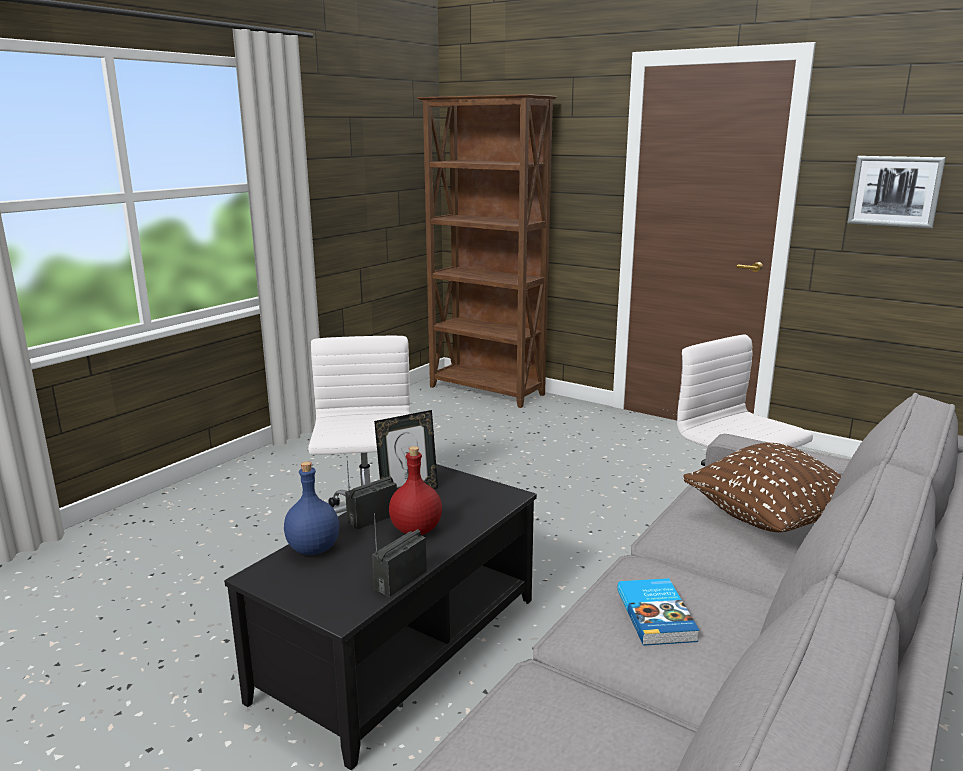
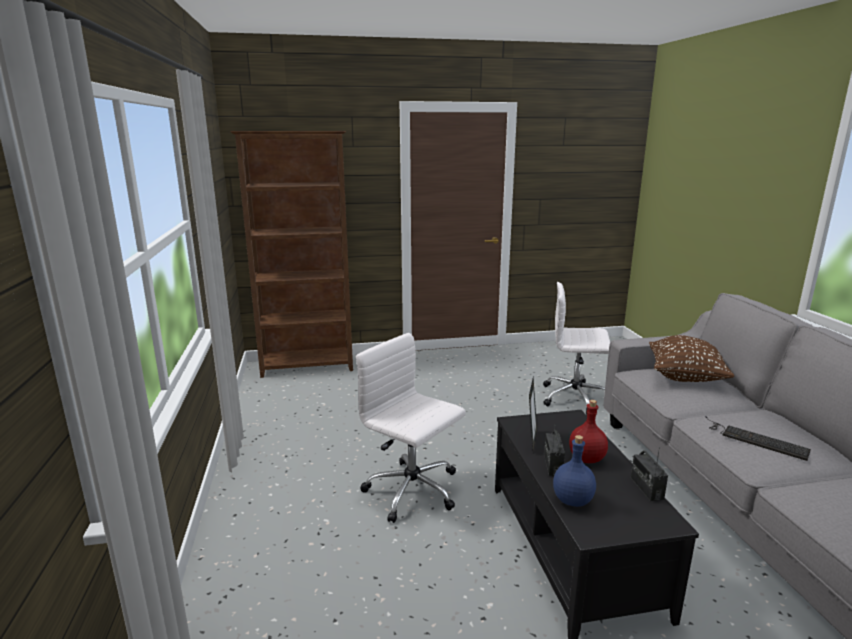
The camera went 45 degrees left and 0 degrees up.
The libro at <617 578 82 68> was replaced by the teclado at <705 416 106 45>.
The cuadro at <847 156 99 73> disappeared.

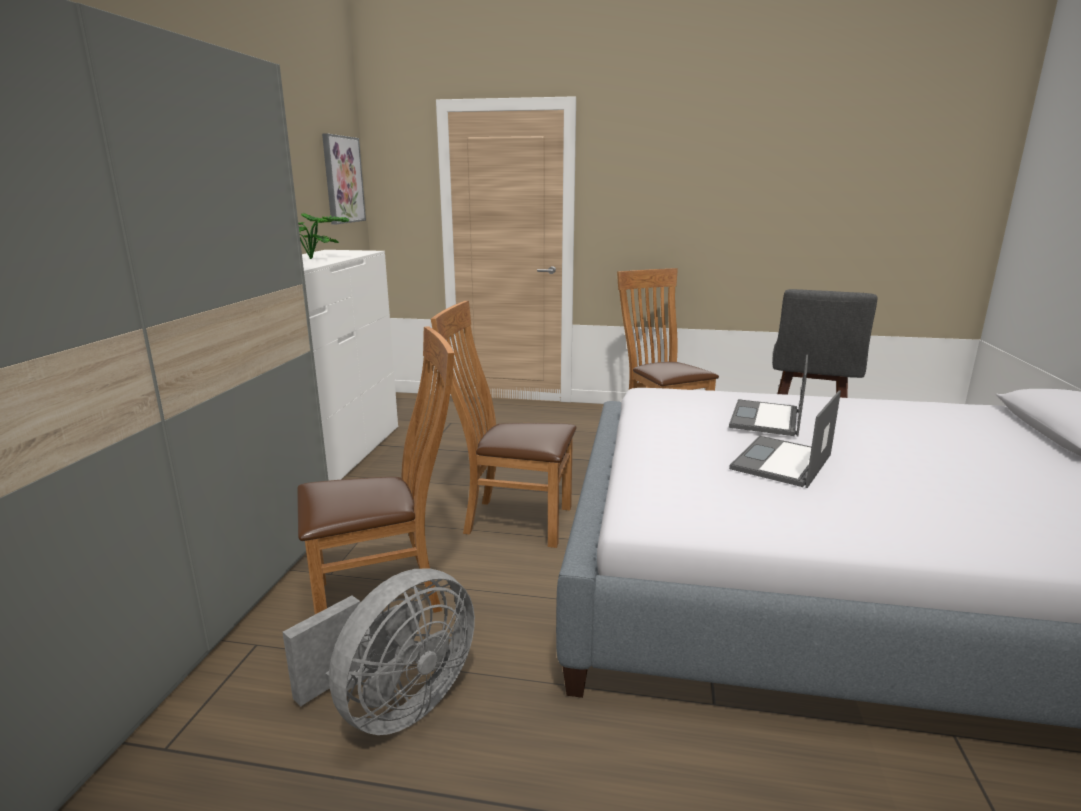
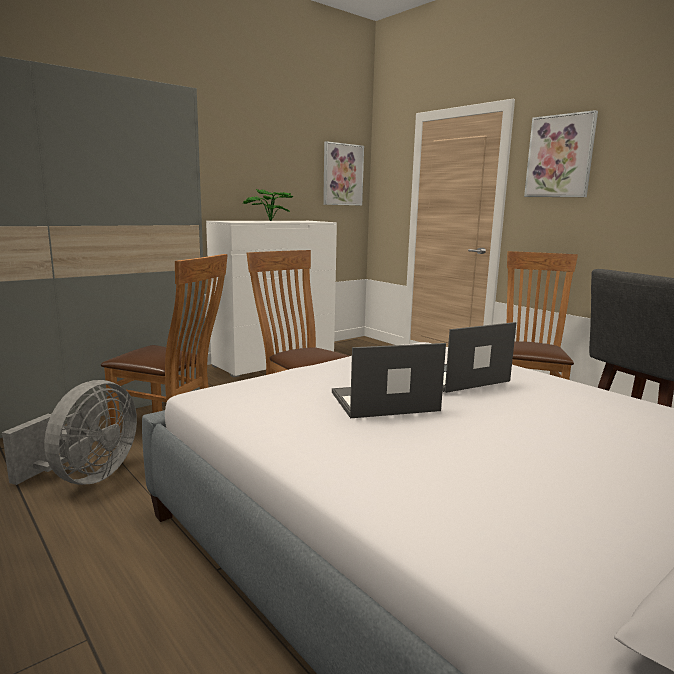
The camera went 40 degrees right and 5 degrees down.
The ventilador [gris] at <282 568 193 167> turned 60 degrees counterclockwise.
The cuadro at <524 110 74 87> appeared.

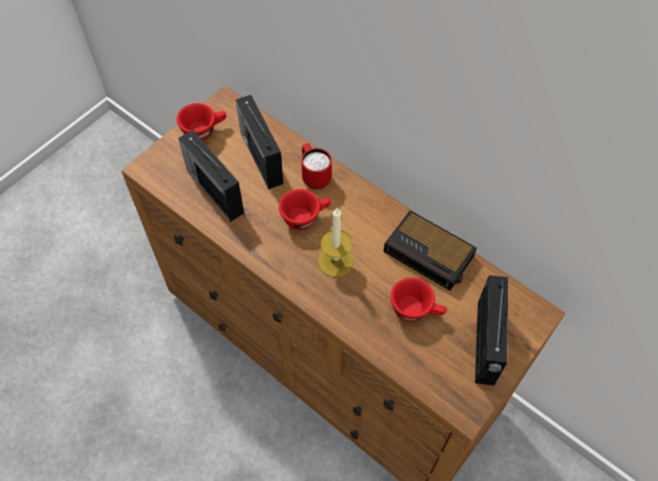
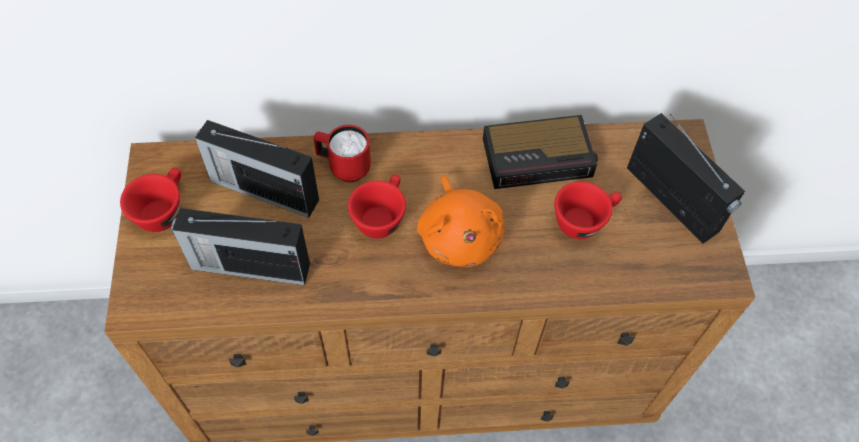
The camera went 45 degrees left and 0 degrees up.
The vela at <318 207 36 70> was replaced by the peluche [naranja] at <417 175 87 92>.

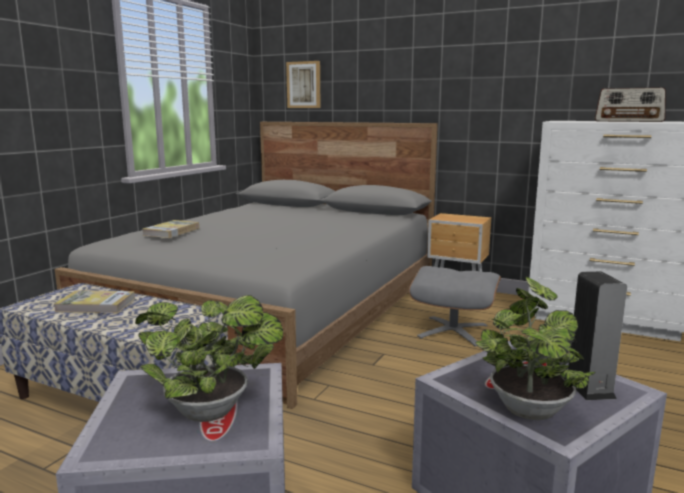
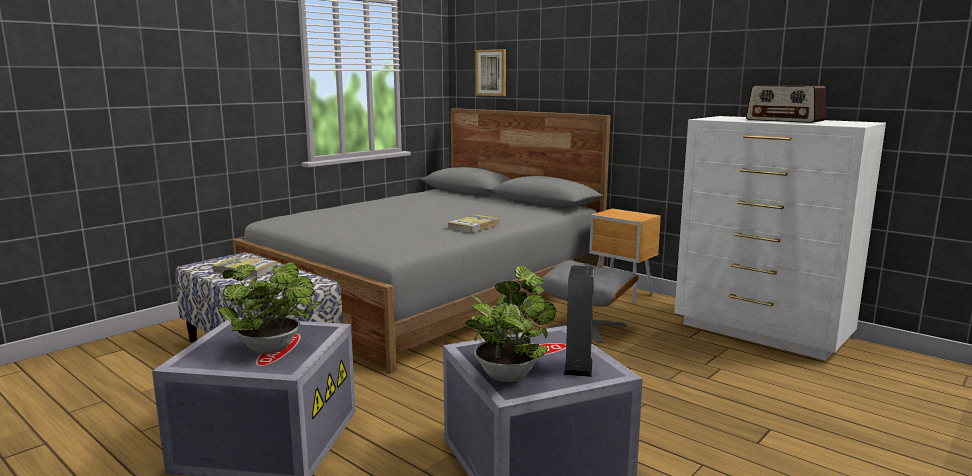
The camera went 15 degrees right and 0 degrees up.
The libro moved from <142 220 57 18> to <448 215 51 18>.

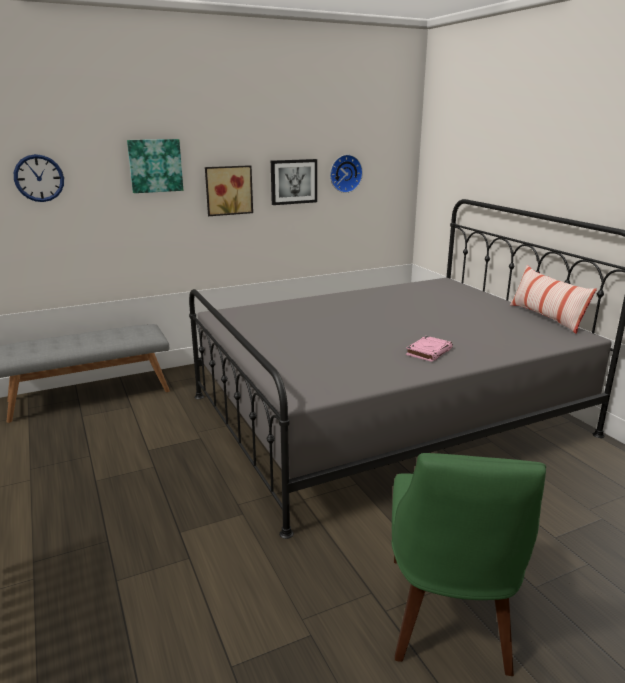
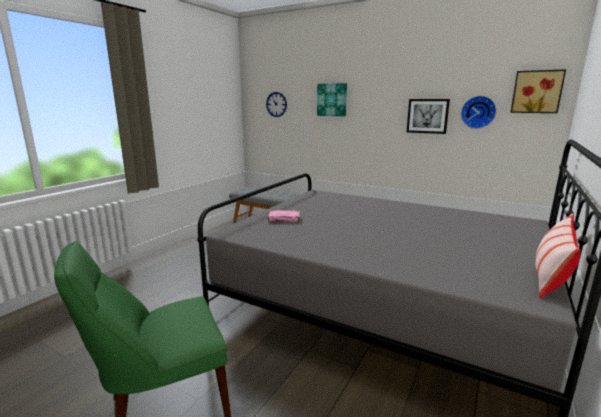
The camera went 55 degrees right and 5 degrees down.
The cuadro moved from <205 165 48 51> to <511 69 55 44>.
The libro [rosa] moved from <406 336 47 26> to <268 210 32 12>.

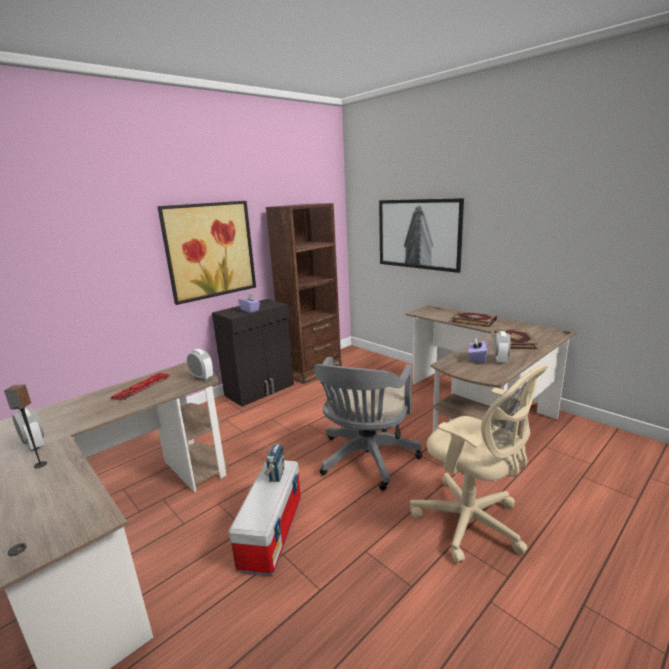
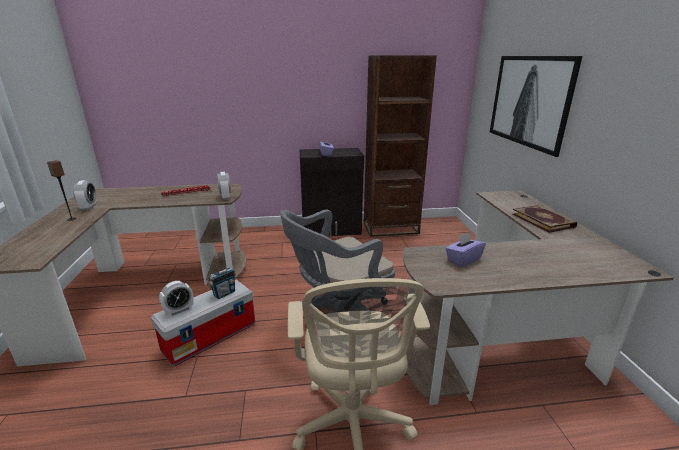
The camera went 35 degrees right and 5 degrees up.
The cuadro at <157 201 99 104> disappeared.
The despertador moved from <493 331 17 33> to <159 281 35 35>.
The libro at <494 329 44 20> disappeared.

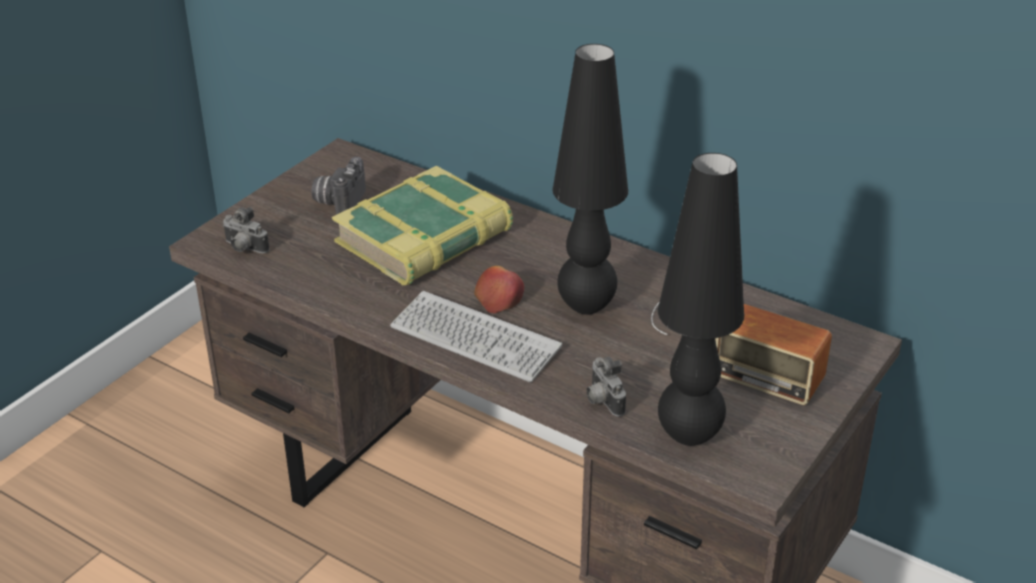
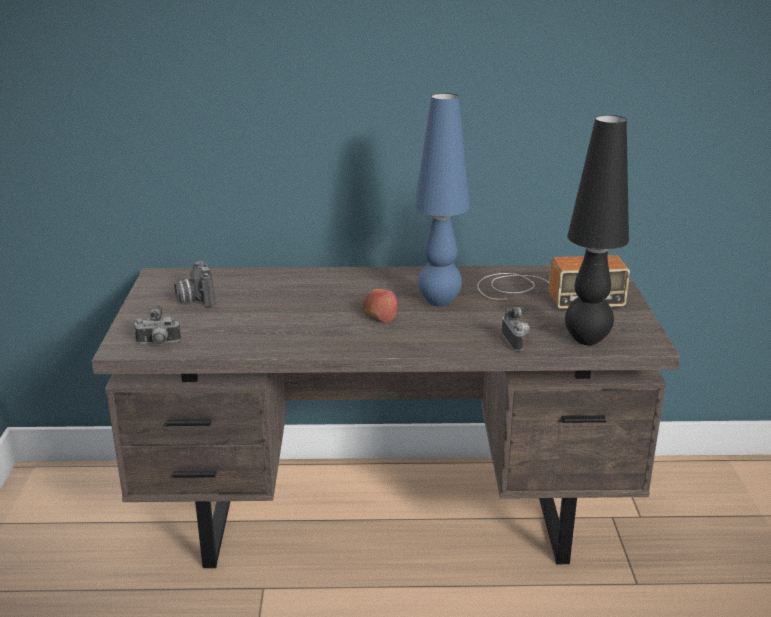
The camera went 35 degrees left and 10 degrees down.
The libro at <332 166 181 119> disappeared.
The teclado at <390 291 172 91> disappeared.
The lámpara de mesa [negro] at <552 44 76 271> became the lámpara de mesa [azul] at <414 93 56 213>.
The cámara at <586 357 40 60> turned 135 degrees counterclockwise.

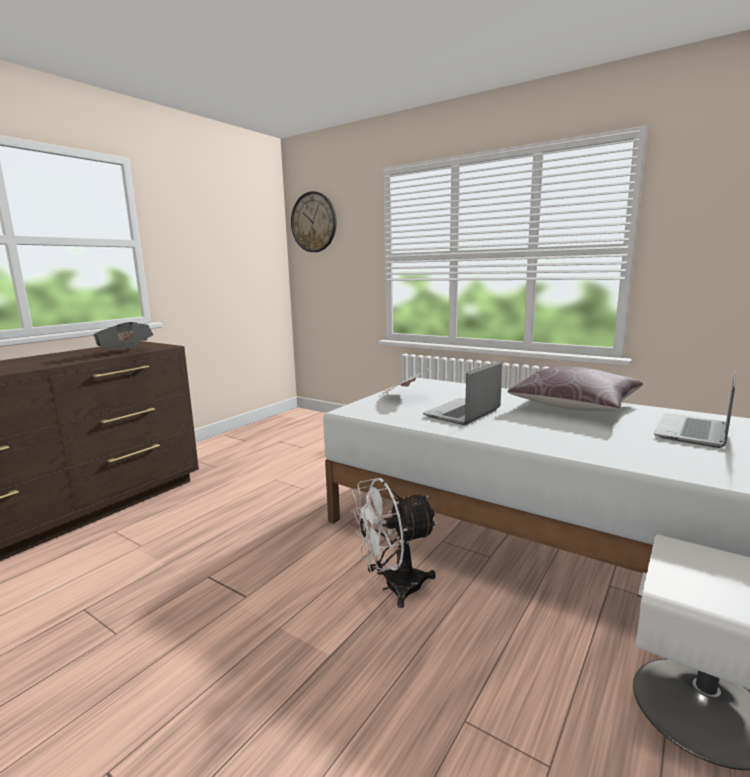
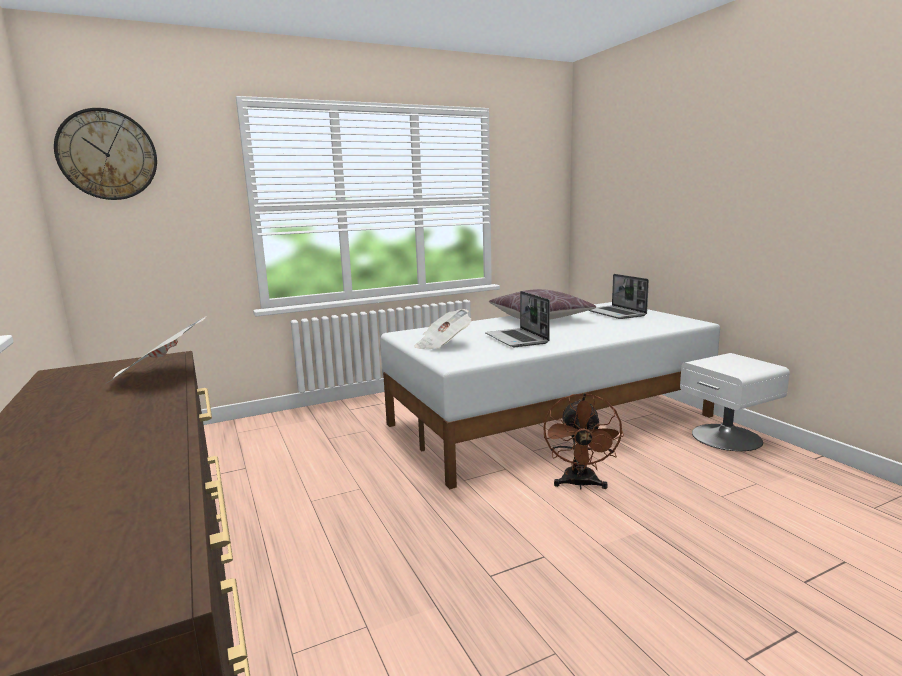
The camera went 60 degrees left and 0 degrees up.
The ventilador [blanco] at <351 478 87 130> became the ventilador [marrón] at <543 393 81 96>.

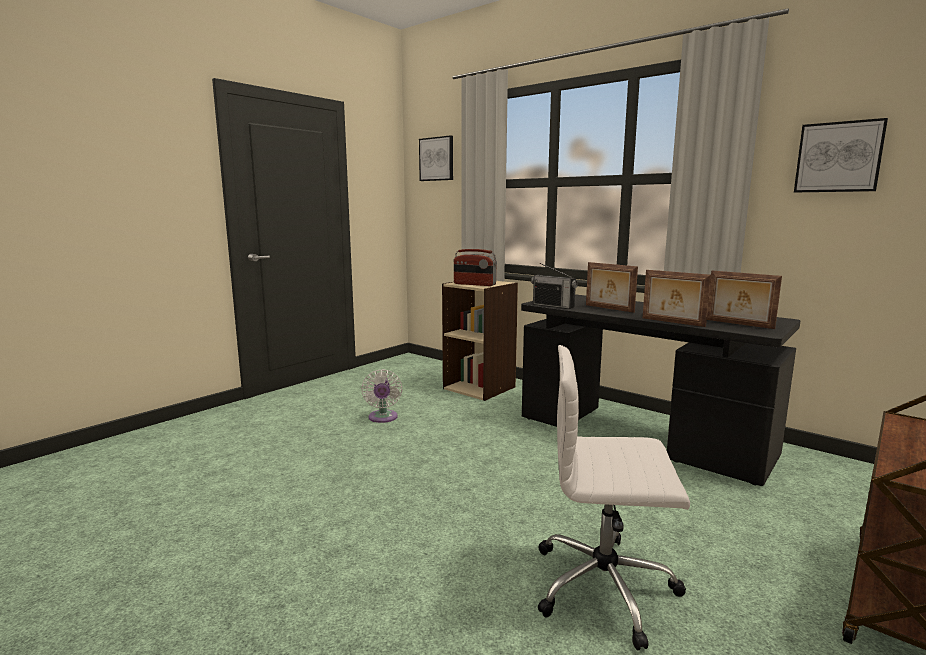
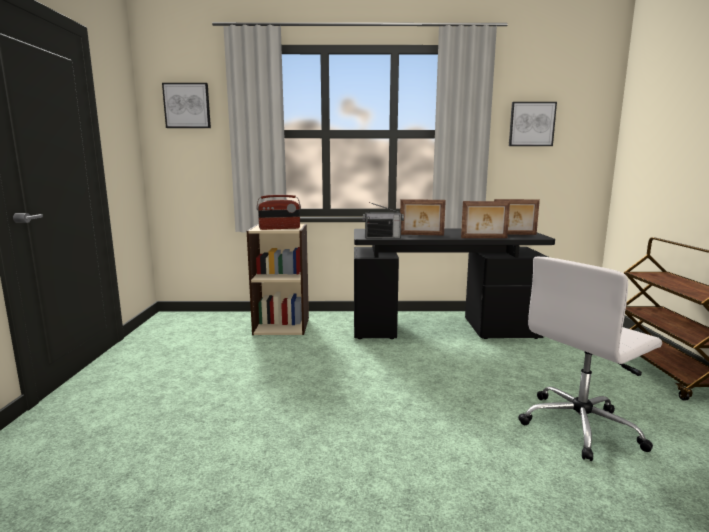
The camera went 40 degrees left and 0 degrees up.
The ventilador [blanco] at <361 369 41 54> disappeared.

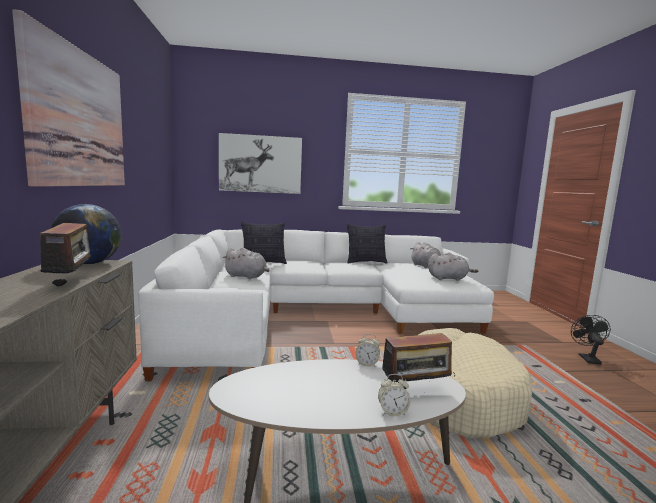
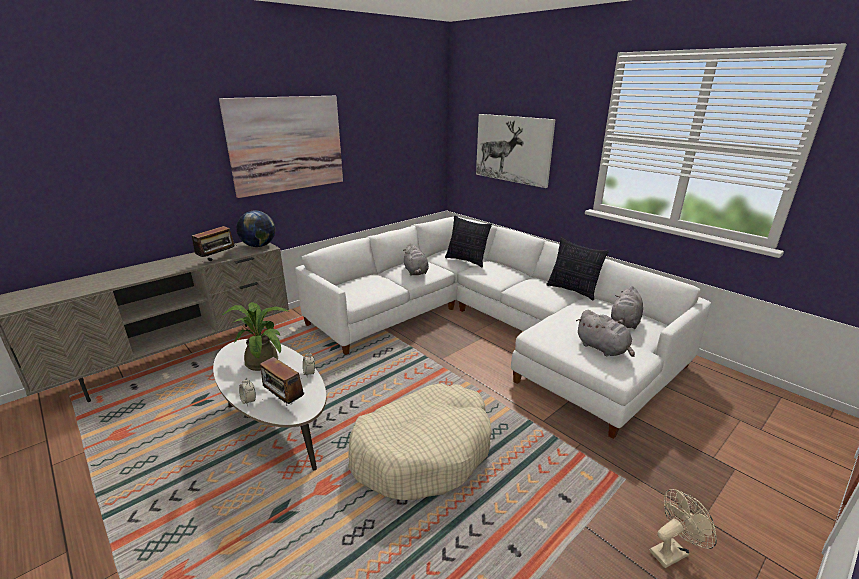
The camera went 55 degrees right and 15 degrees up.
The ventilador [negro] at <571 315 40 50> became the ventilador [beis] at <650 489 67 79>.
The planta en maceta at <222 302 67 69> appeared.

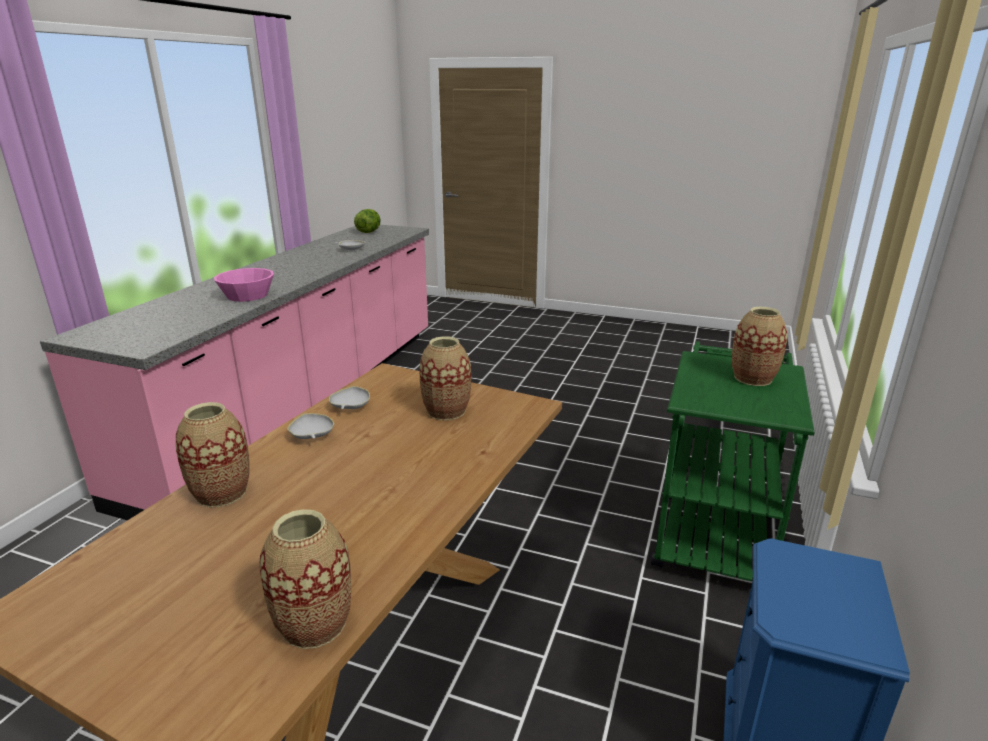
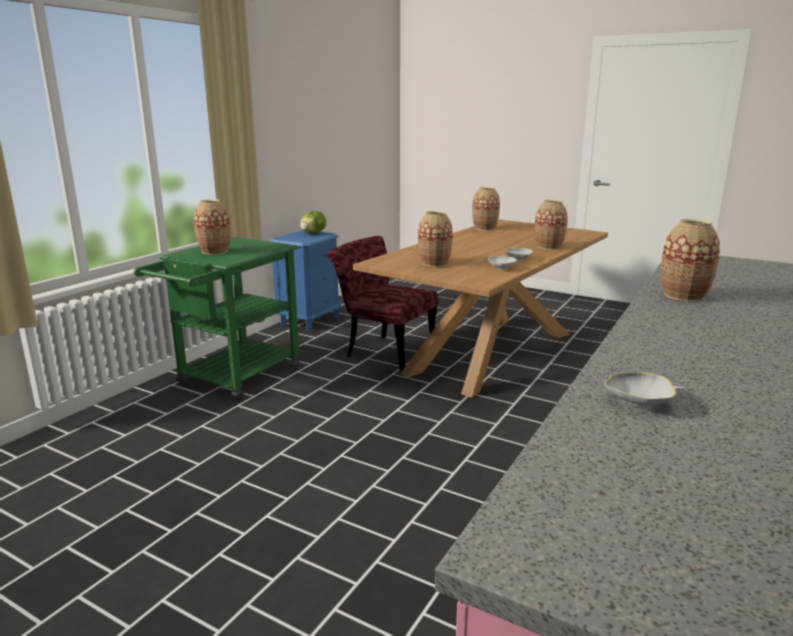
The camera went 170 degrees left and 5 degrees down.
The cuenco [rosa] at <214 268 60 34> was replaced by the florero at <661 219 59 82>.
The lechuga moved from <354 209 27 24> to <300 211 26 23>.
The silla [rojo] at <327 236 111 136> appeared.

